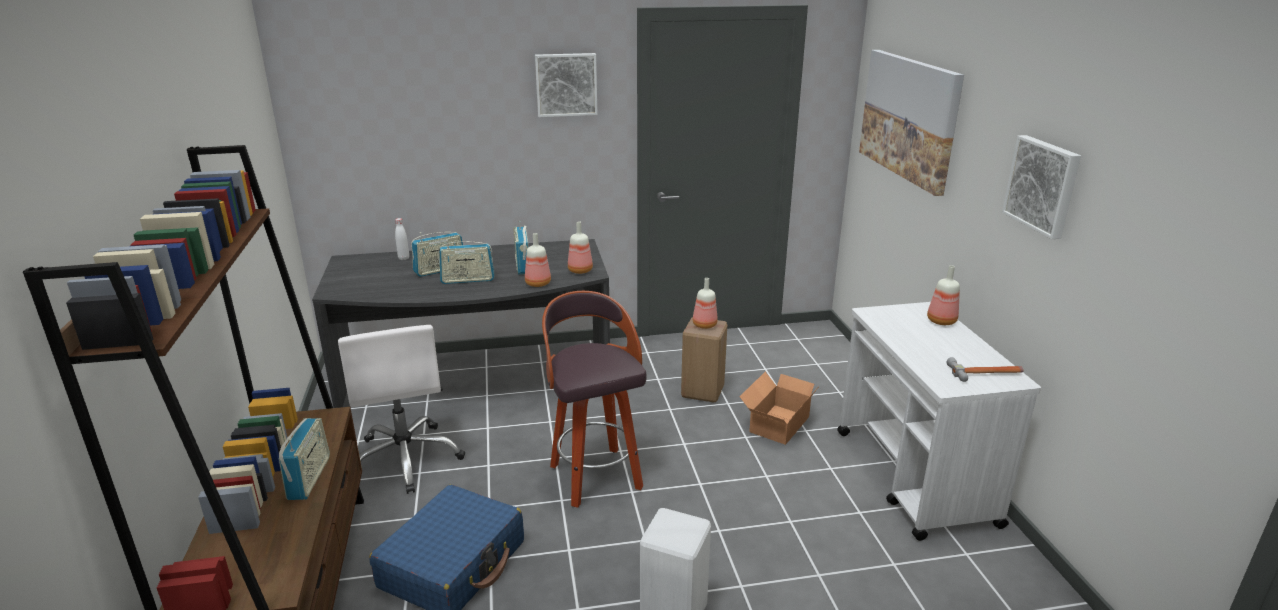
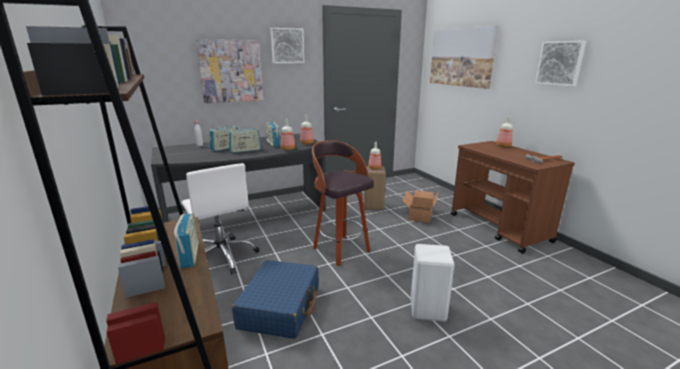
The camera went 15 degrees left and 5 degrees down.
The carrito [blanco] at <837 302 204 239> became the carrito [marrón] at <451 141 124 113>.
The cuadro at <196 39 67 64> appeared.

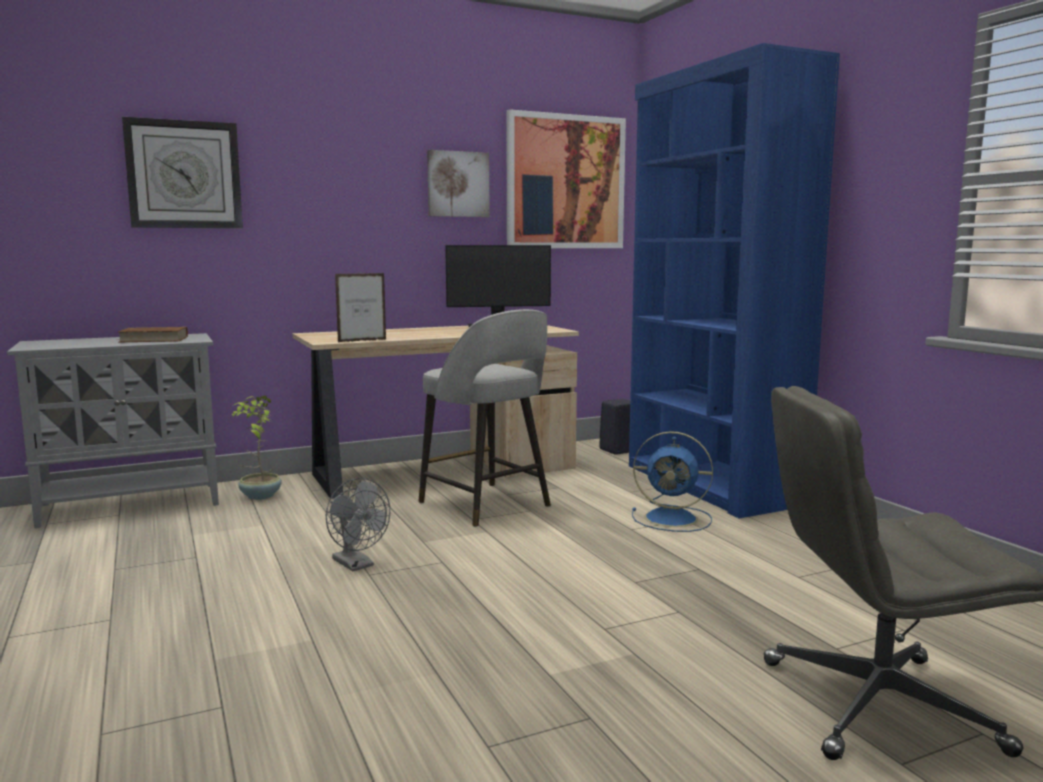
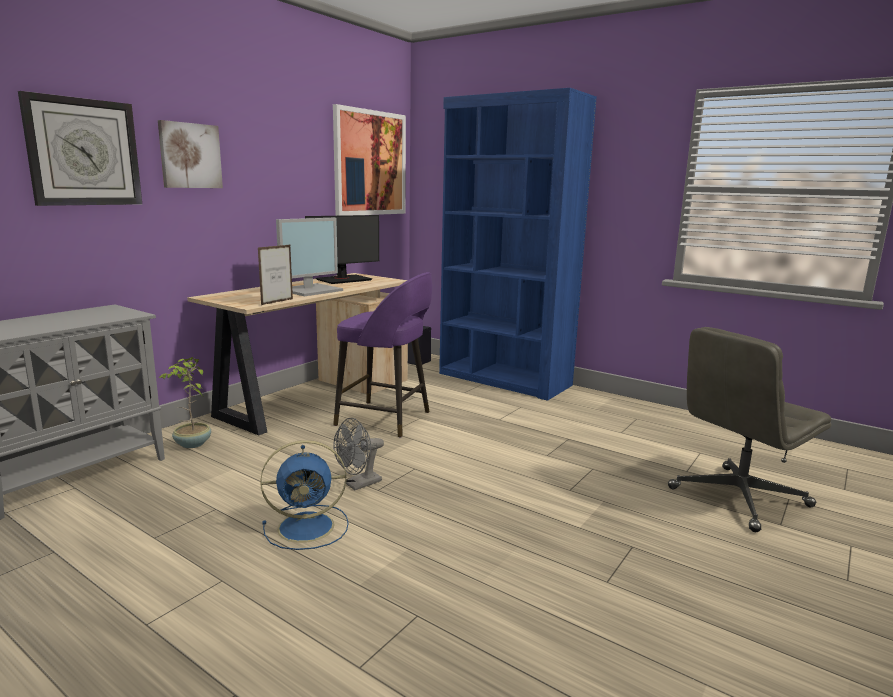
The camera went 30 degrees left and 5 degrees up.
The libro [marrón] at <115 327 73 15> disappeared.
The ventilador [gris] at <326 478 64 93> turned 120 degrees clockwise.
The taburete [gris] at <419 309 132 218> became the taburete [morado] at <333 272 99 166>.
The cuadro moved from <427 150 63 67> to <158 120 65 68>.
The ventilador [azul] moved from <632 431 81 101> to <260 440 89 110>.
The monitor at <276 218 67 78> appeared.

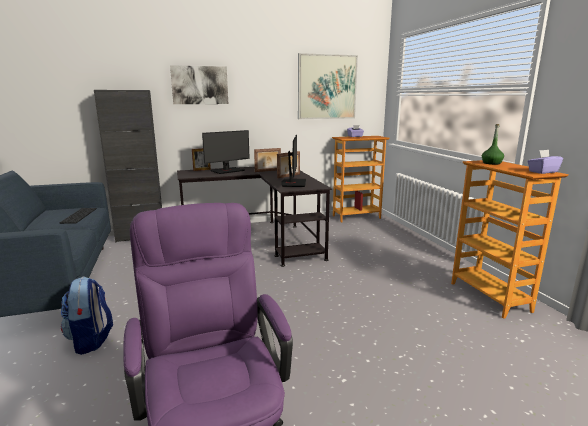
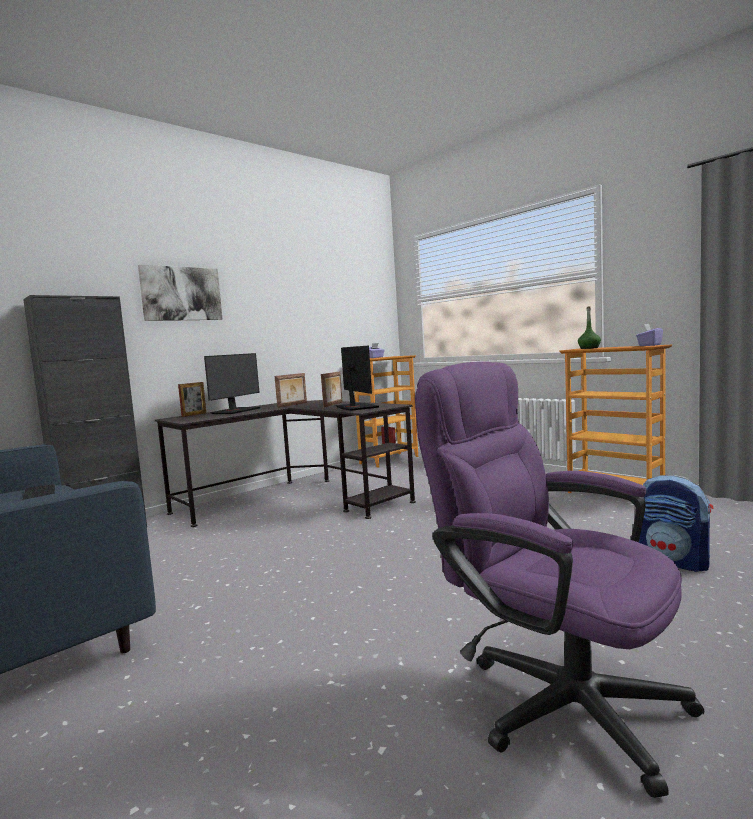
The camera went 25 degrees left and 10 degrees down.
The mochila moved from <61 277 52 78> to <639 475 74 97>.
The cuadro at <298 53 60 66> disappeared.

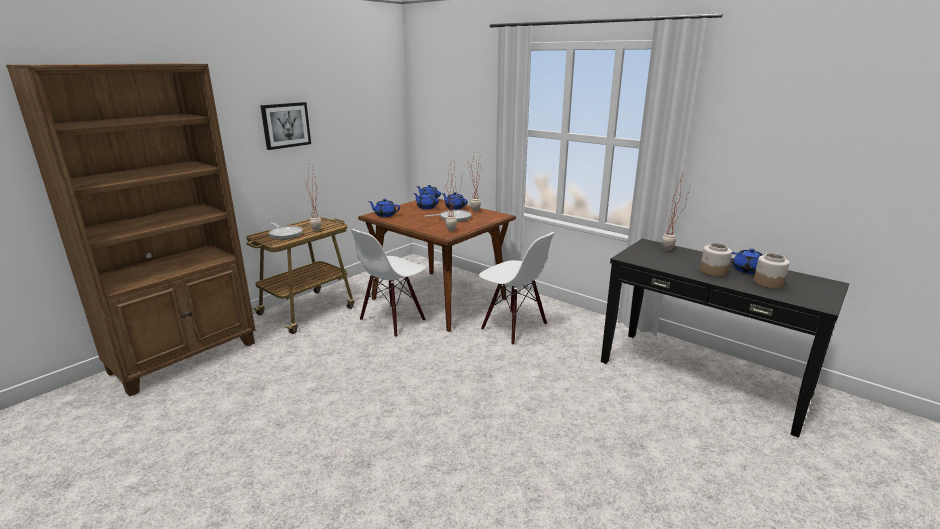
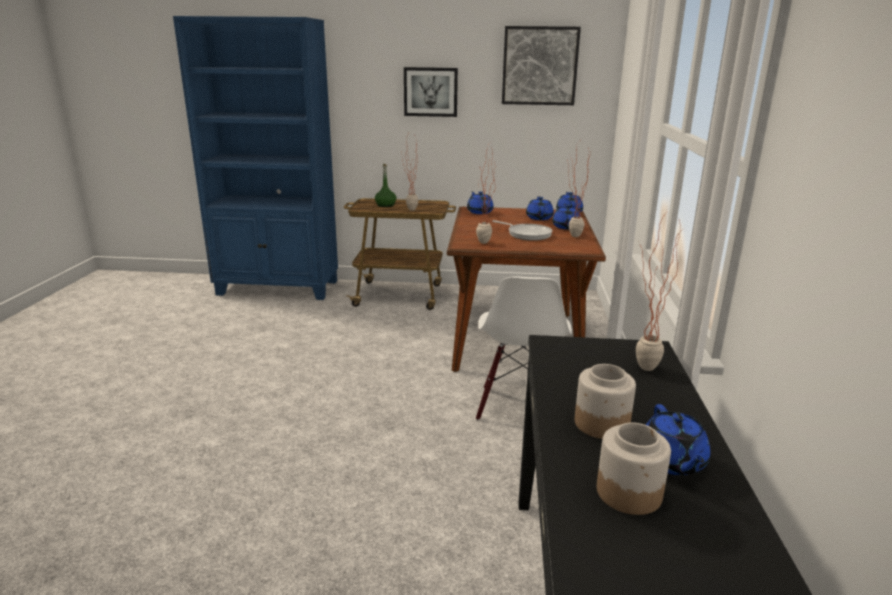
The camera went 55 degrees right and 0 degrees up.
The estantería [marrón] at <6 63 250 334> became the estantería [azul] at <173 16 165 284>.
The sartén at <269 222 34 18> was replaced by the botella [verde] at <375 164 21 43>.
The silla [blanco] at <351 229 75 108> disappeared.
The cuadro at <502 26 79 79> appeared.

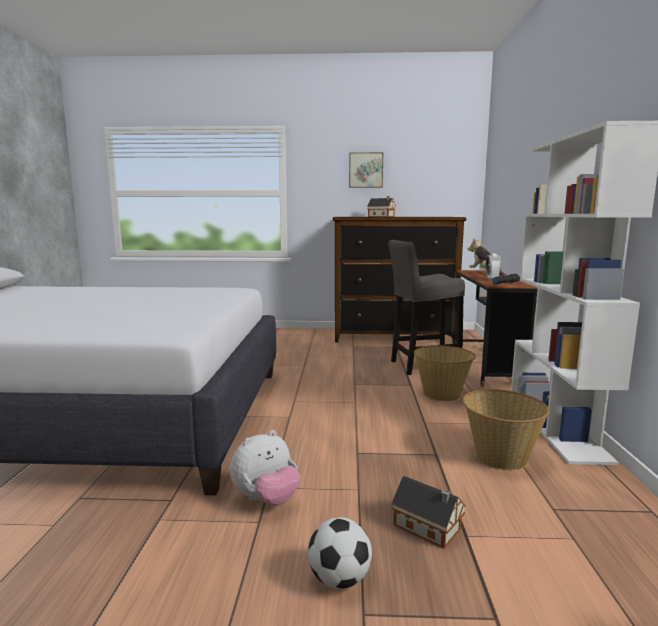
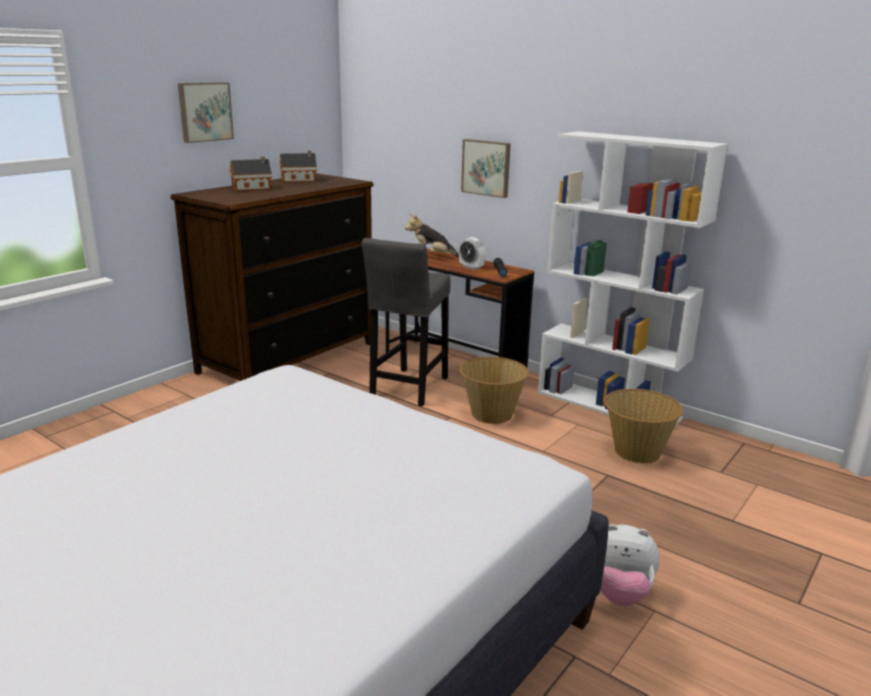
The camera went 55 degrees left and 10 degrees up.
The peluche at <230 430 70 76> turned 105 degrees clockwise.
The balón de fútbol at <308 517 64 72> disappeared.
The casita moved from <391 476 75 73> to <280 151 37 31>.
The cuadro at <461 139 50 59> appeared.

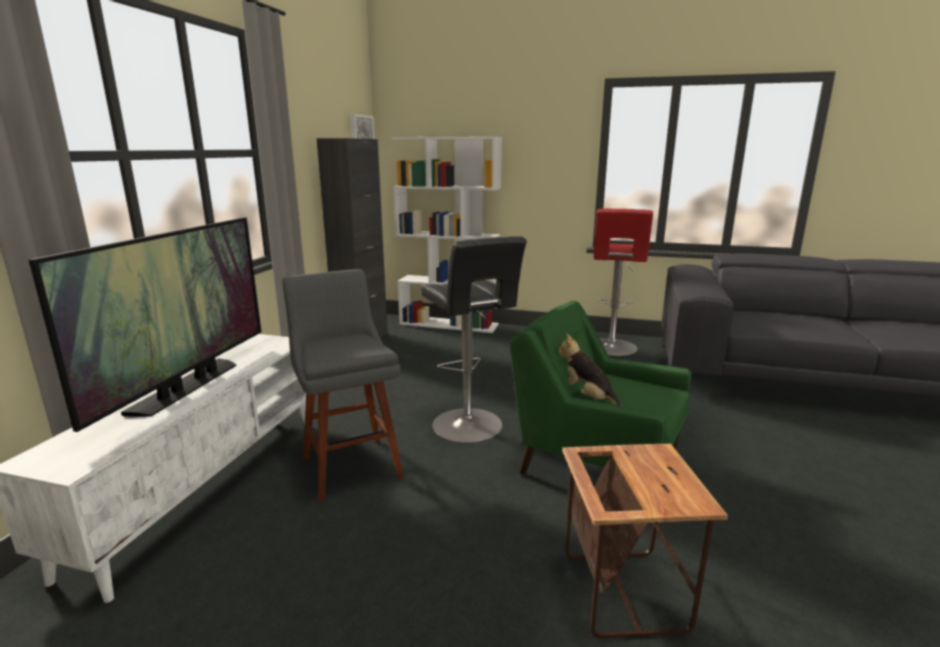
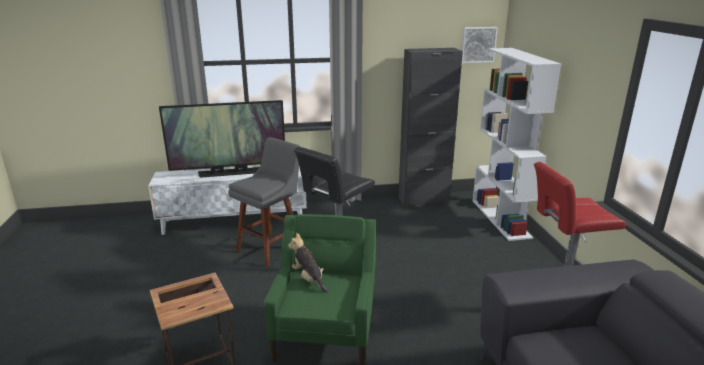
The camera went 65 degrees right and 5 degrees up.
The peluche at <559 334 66 73> turned 60 degrees counterclockwise.

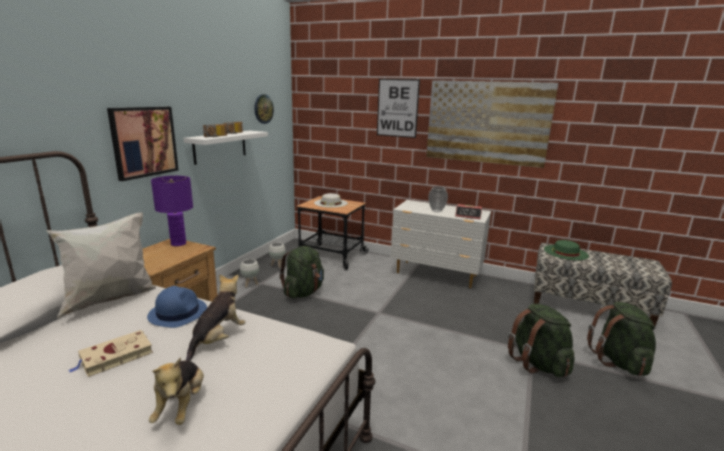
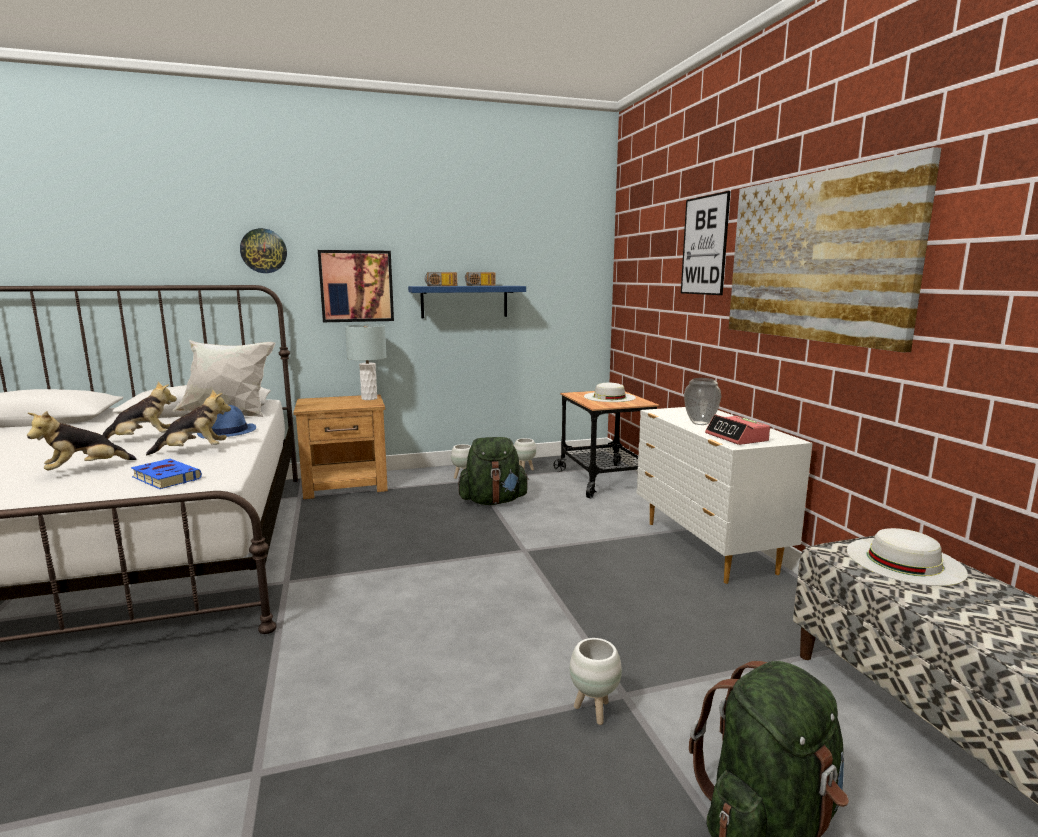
The camera went 50 degrees right and 5 degrees down.
The libro [beis] at <68 330 85 47> was replaced by the peluche at <102 382 75 57>.
The lámpara de mesa [morado] at <151 176 42 70> became the lámpara de mesa [gris] at <345 324 41 76>.
The estante [blanco] at <183 131 85 34> became the estante [azul] at <408 286 118 32>.
The reloj de pared moved from <254 94 20 30> to <240 228 47 45>.
The mochila [verde] at <508 304 67 73> was replaced by the maceta [blanco] at <570 638 52 87>.
The sombrero [verde] at <544 240 45 20> became the sombrero [blanco] at <847 528 121 58>.
The libro [azul] at <131 459 71 30> appeared.

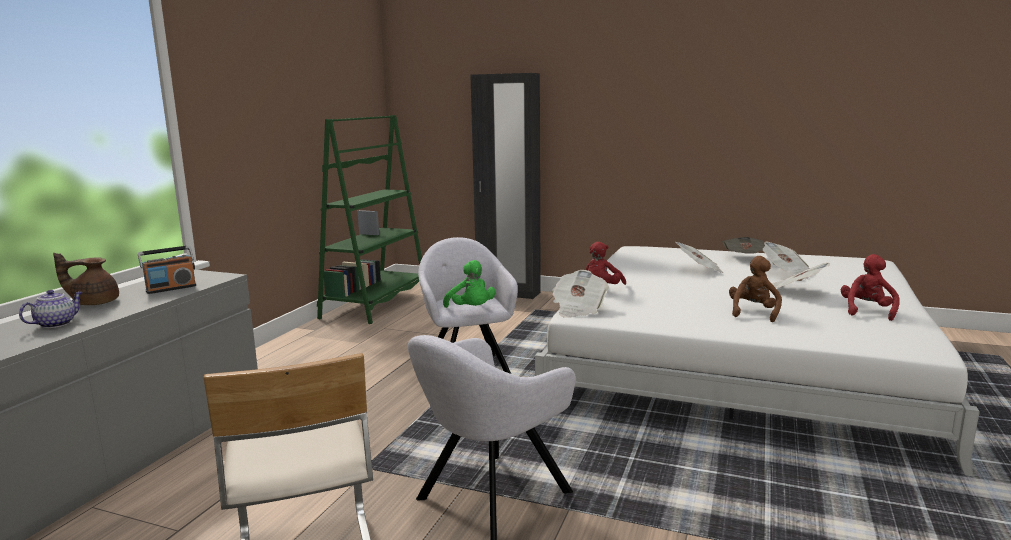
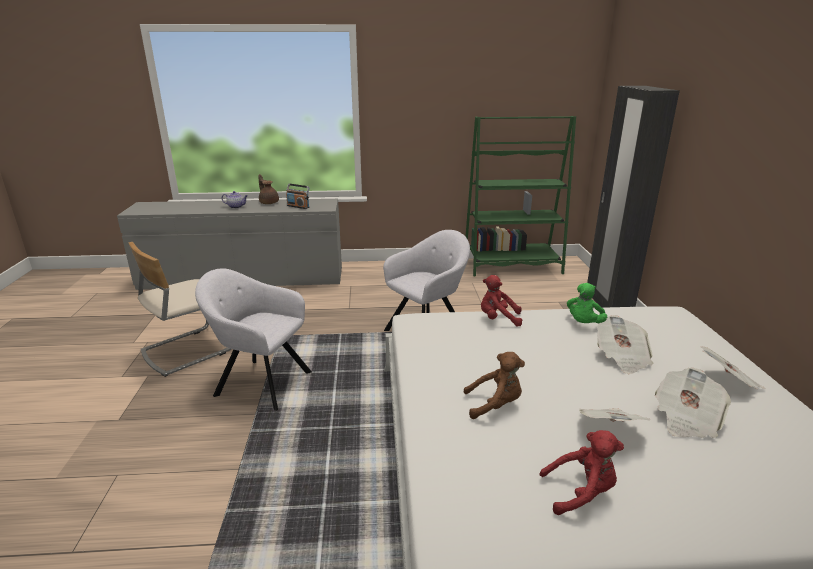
The camera went 65 degrees right and 10 degrees up.
The peluche [verde] moved from <443 260 53 48> to <567 283 41 41>.
The periódico at <552 270 57 48> disappeared.

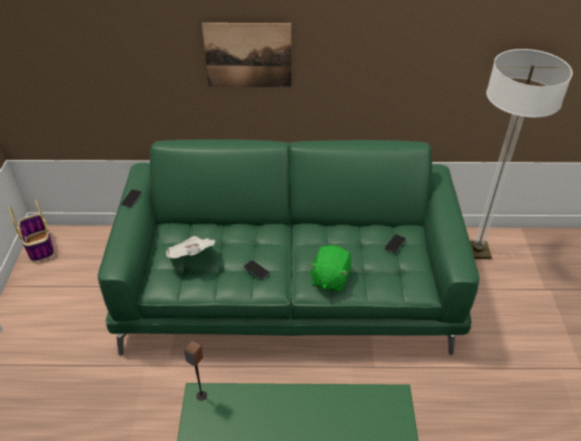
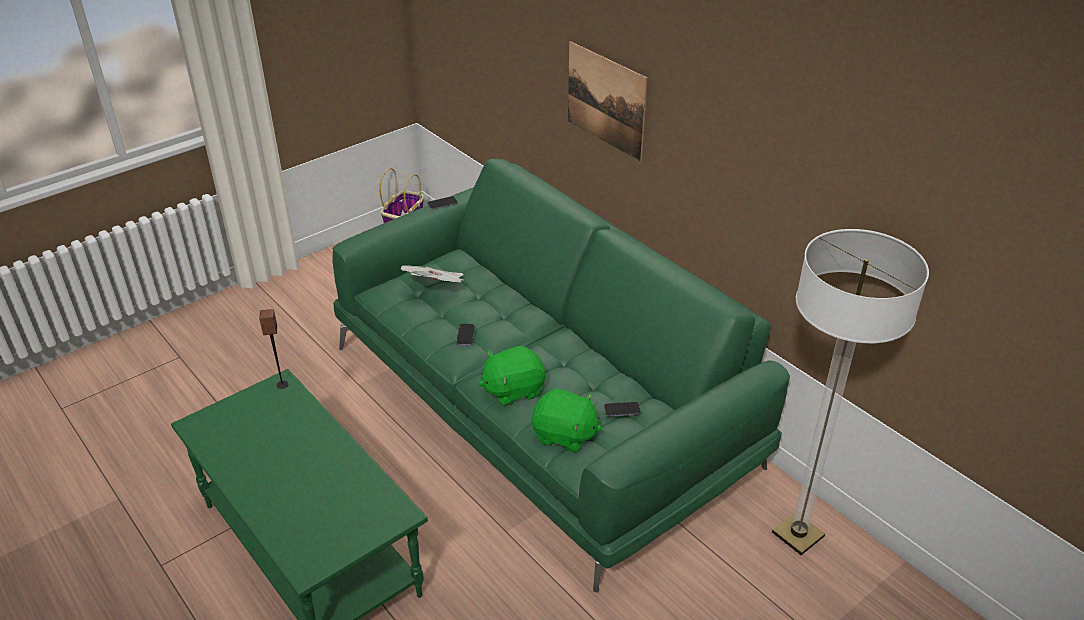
The camera went 50 degrees right and 5 degrees down.
The peluche [verde] at <532 389 70 64> appeared.

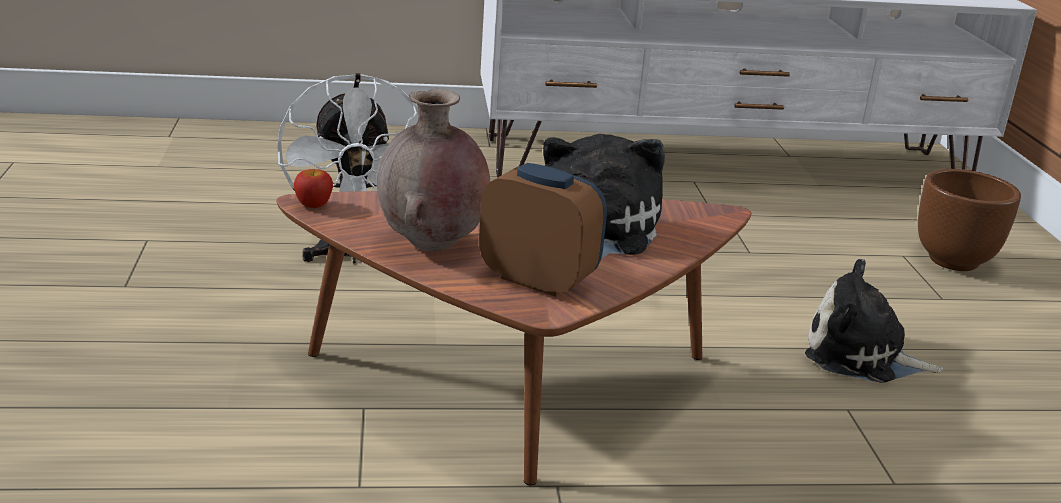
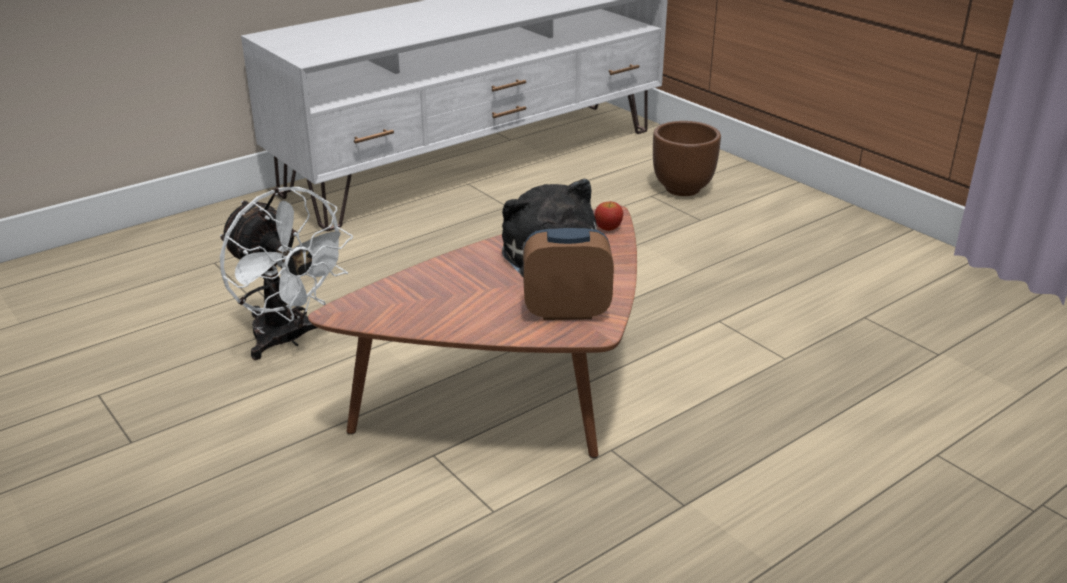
The camera went 30 degrees left and 5 degrees up.
The manzana moved from <294 169 39 39> to <594 202 29 29>.
The florero [marrón] at <377 89 113 162> disappeared.
The peluche at <805 259 138 124> disappeared.

